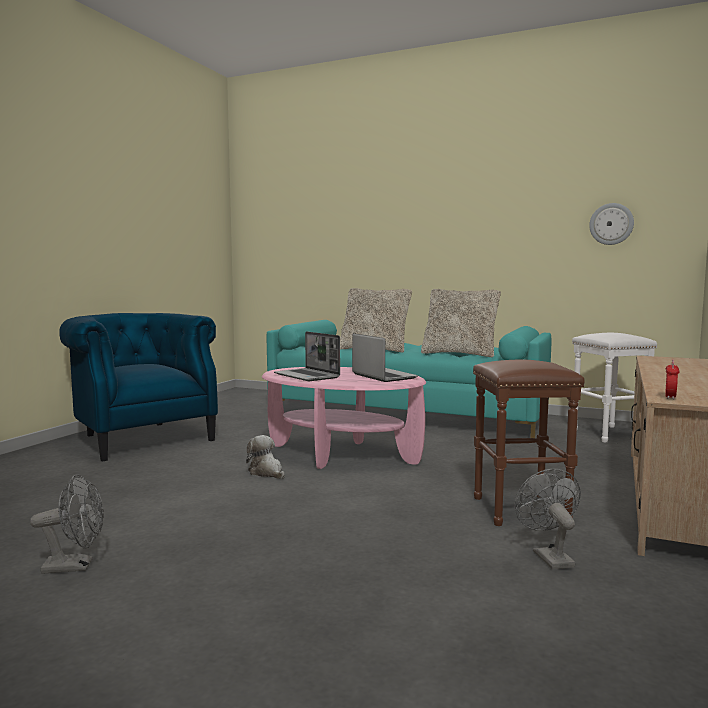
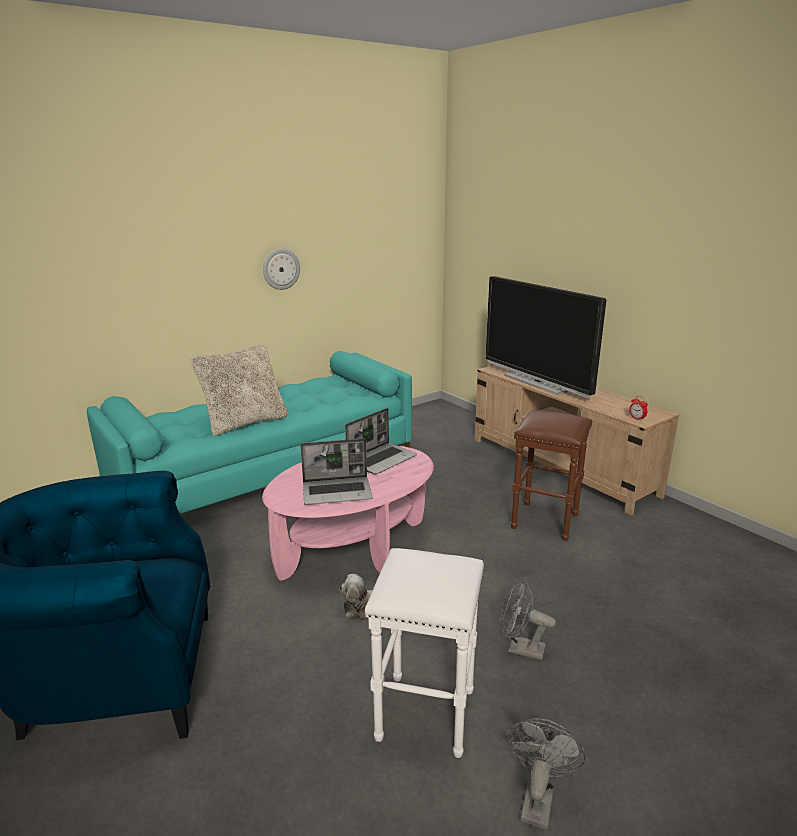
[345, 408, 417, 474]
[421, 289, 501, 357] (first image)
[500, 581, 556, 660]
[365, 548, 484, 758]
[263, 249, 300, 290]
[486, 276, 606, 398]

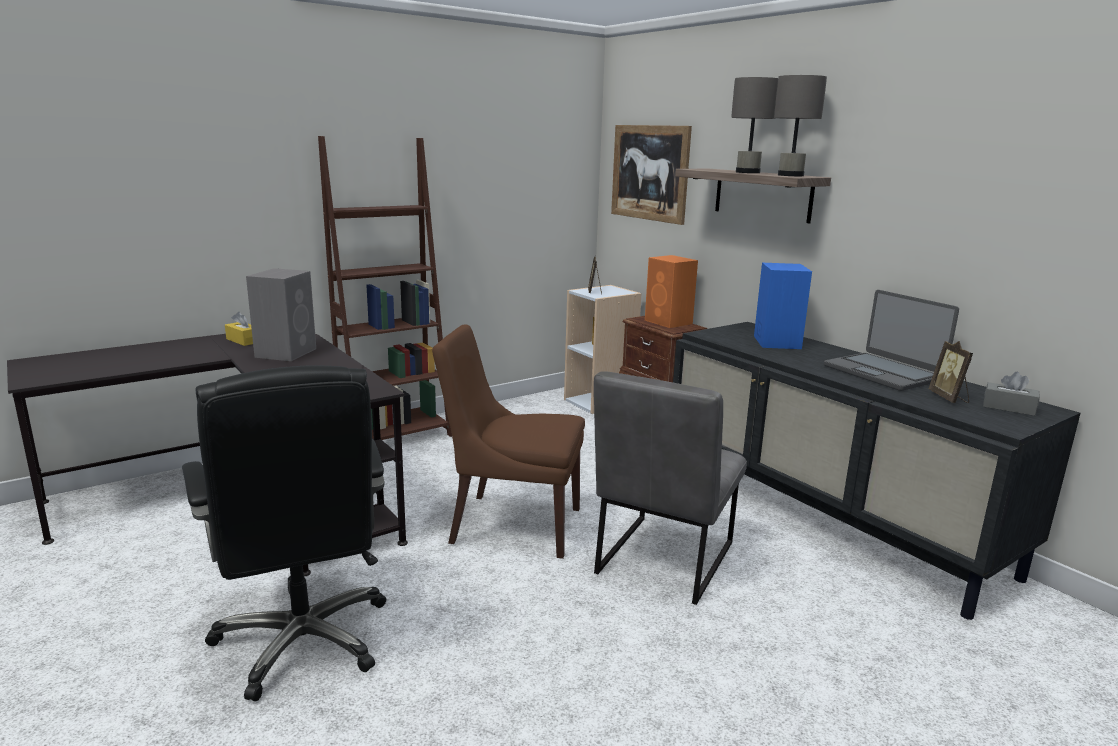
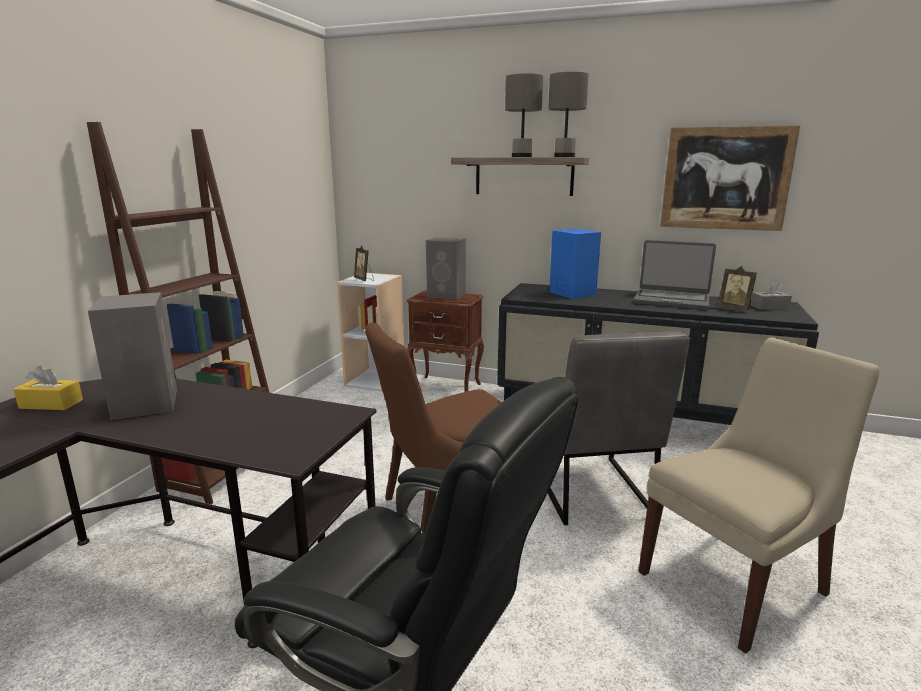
[660, 126, 800, 231]
[426, 237, 466, 300]
[639, 338, 879, 654]

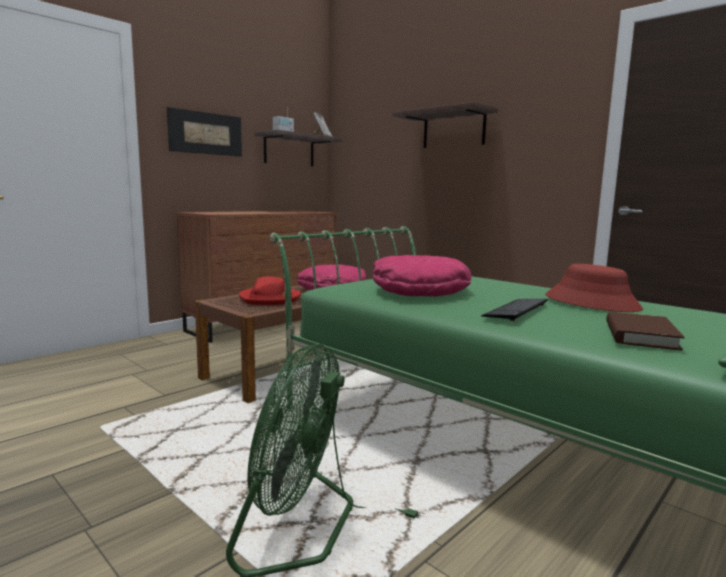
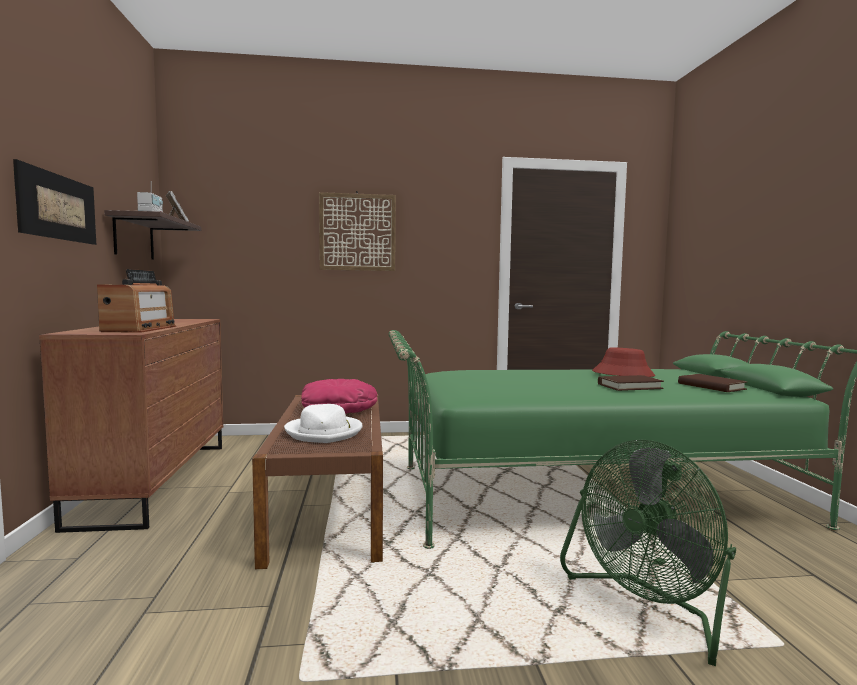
[284, 404, 363, 443]
[373, 255, 471, 296] (first image)
[319, 191, 396, 271]
[598, 375, 664, 391]
[97, 269, 176, 333]

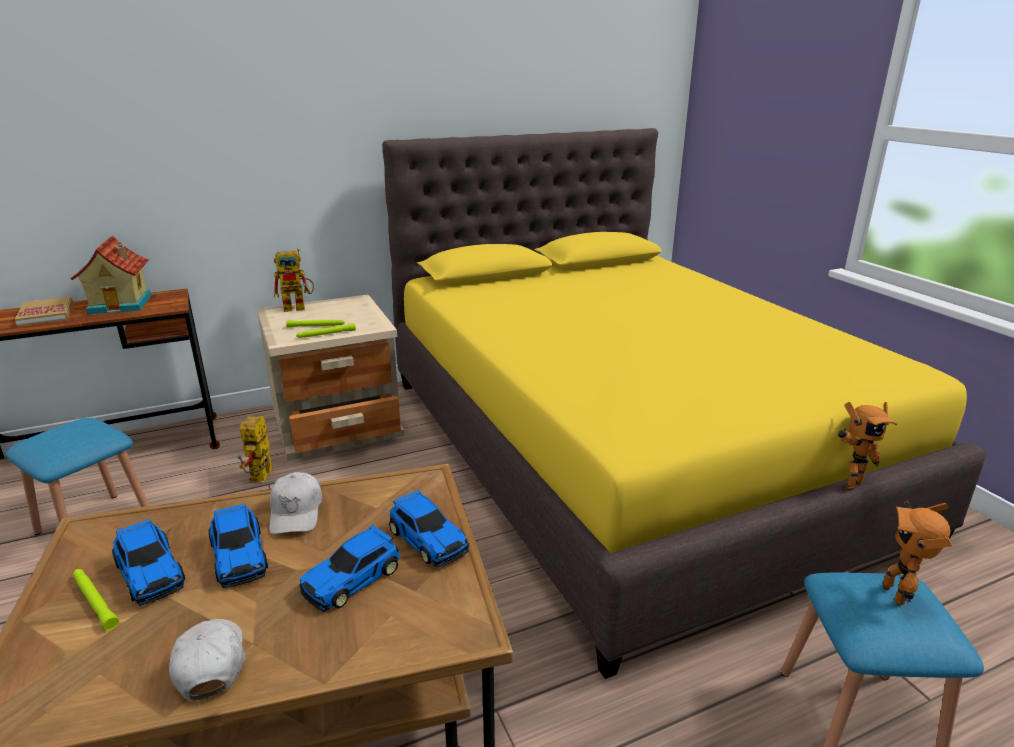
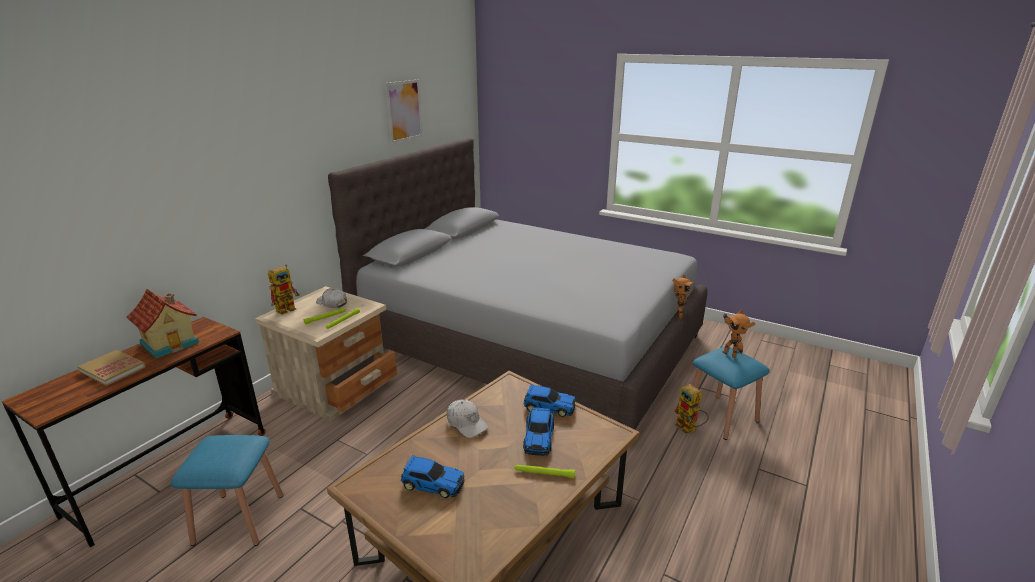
[514, 465, 575, 478]
[316, 288, 347, 308]
[209, 504, 268, 588] (first image)
[674, 384, 709, 434]
[328, 138, 708, 430]
[385, 80, 423, 143]

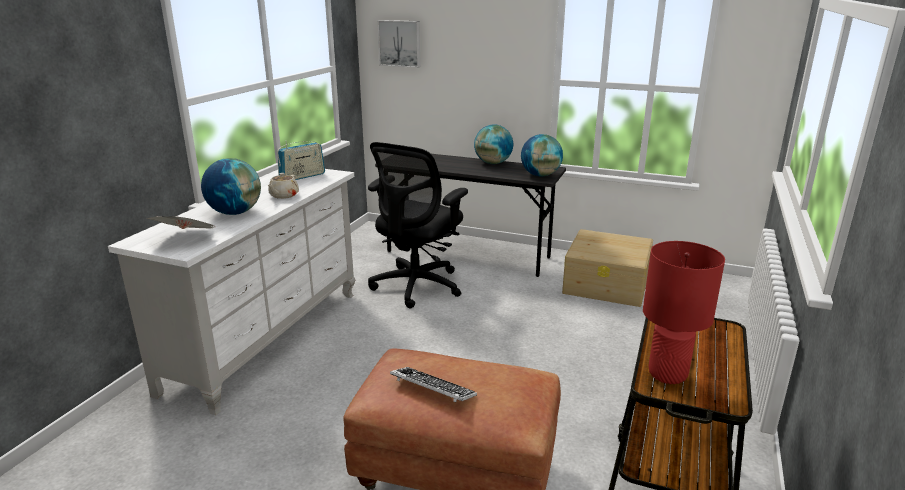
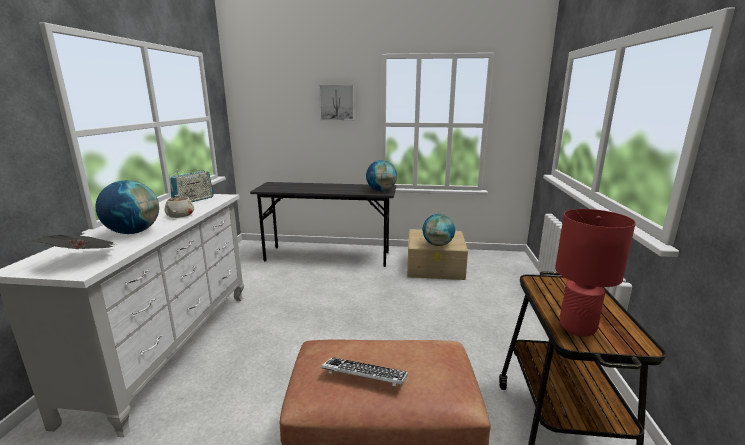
[368, 142, 468, 309] (first image)
[319, 85, 354, 121]
[422, 214, 455, 246]

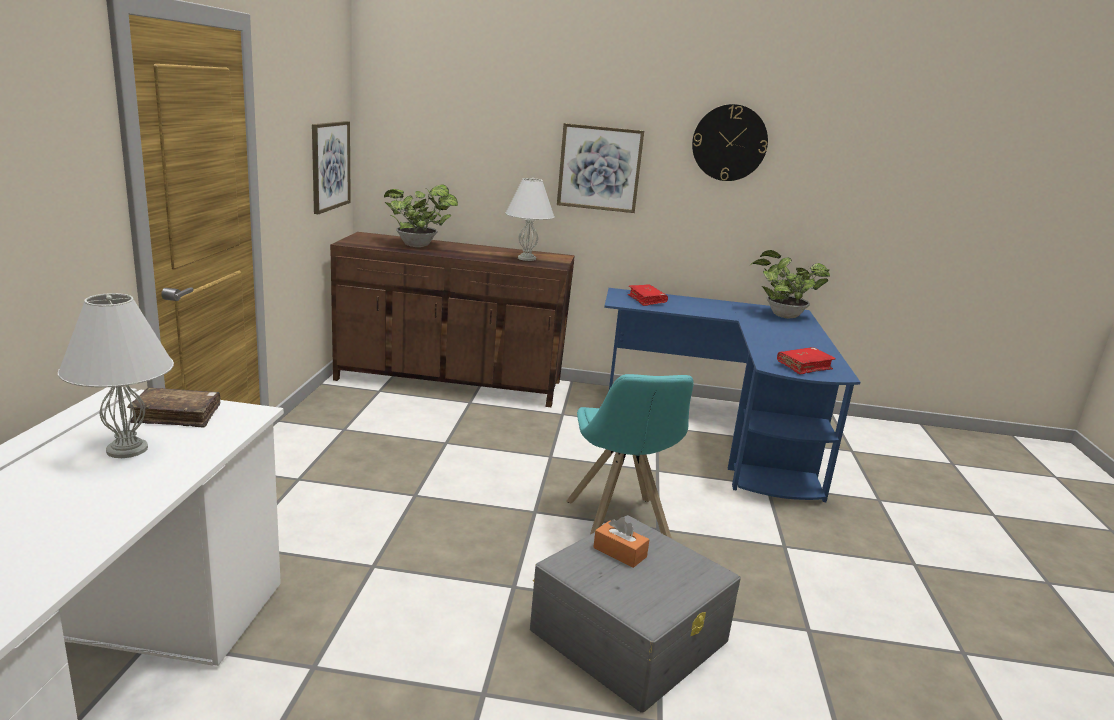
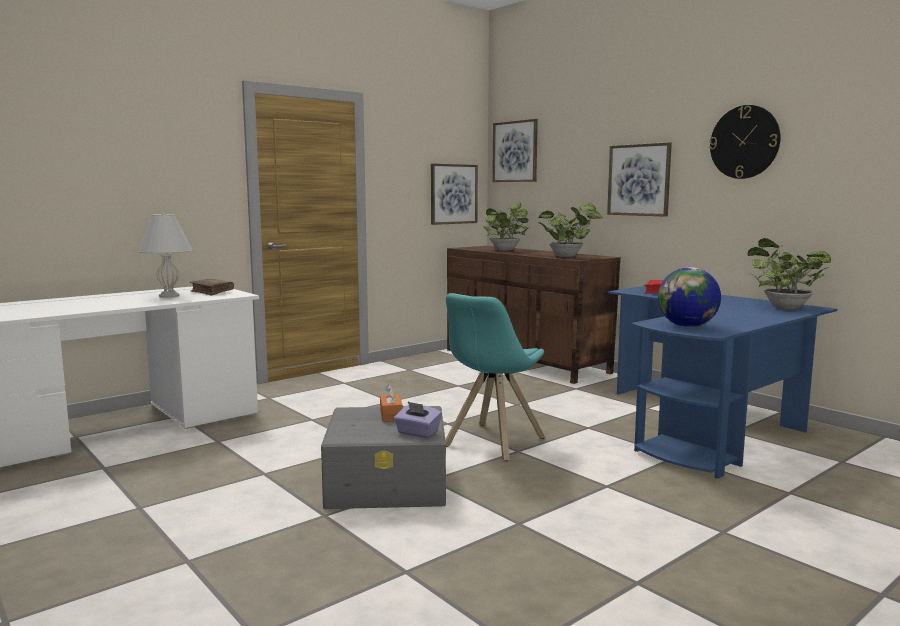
[538, 203, 603, 257]
[658, 267, 721, 327]
[394, 402, 442, 438]
[492, 119, 538, 182]

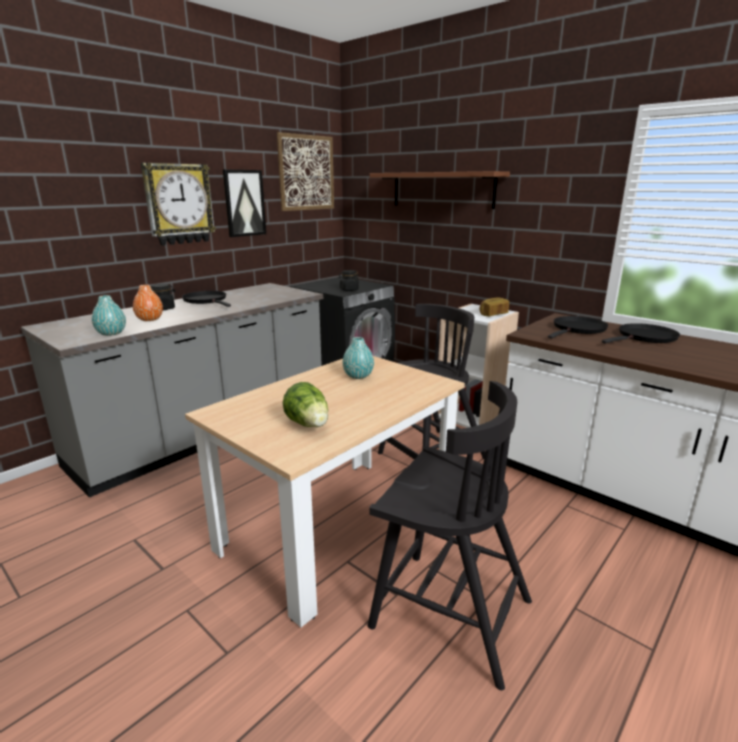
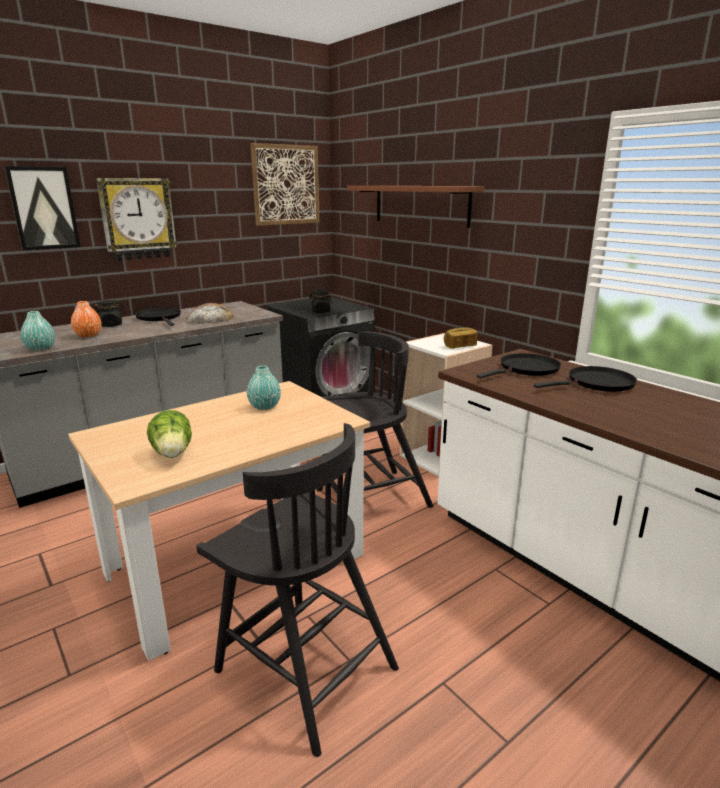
[4, 166, 80, 250]
[185, 303, 234, 324]

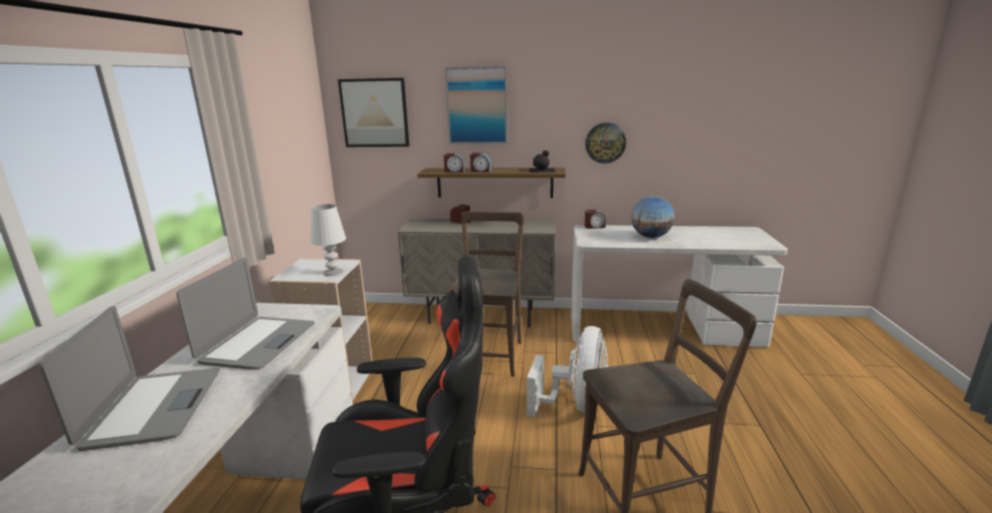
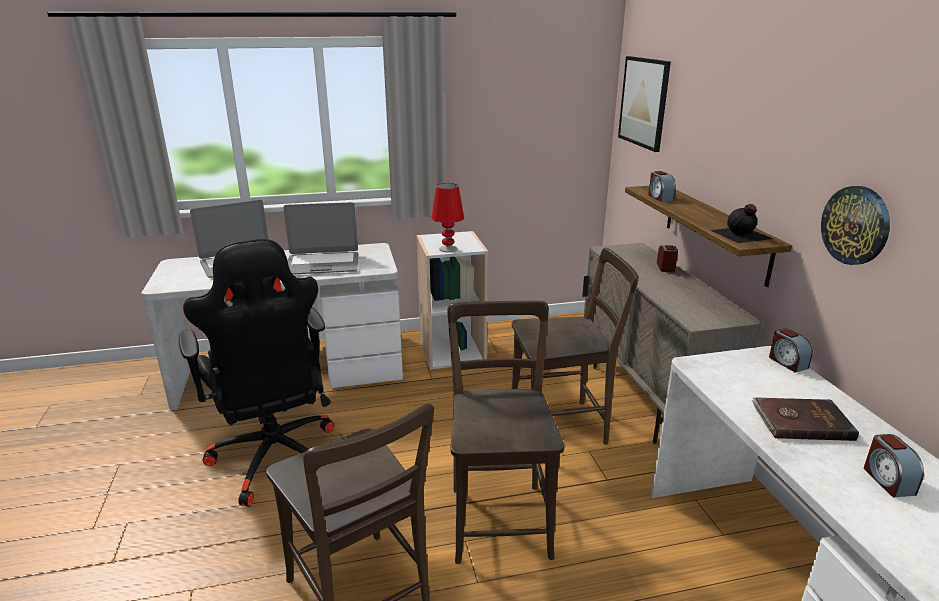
[432, 183, 464, 252]
[445, 66, 508, 144] (first image)
[864, 434, 924, 498]
[447, 301, 565, 564]
[752, 397, 859, 441]

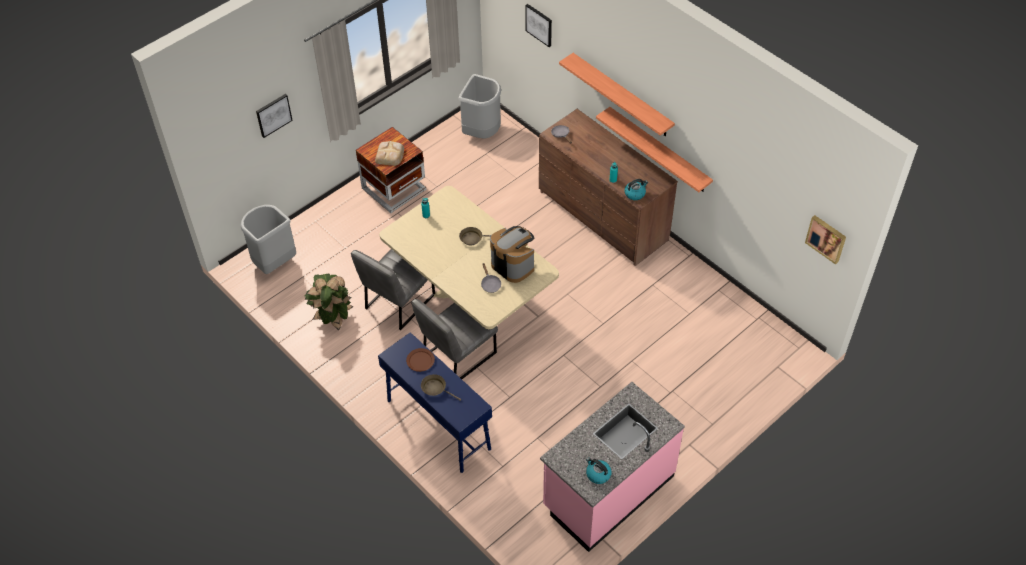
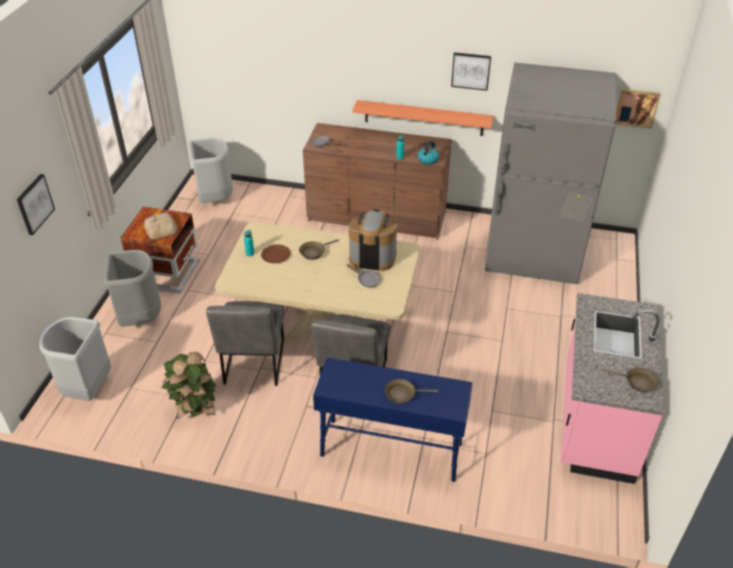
[261, 244, 291, 263]
[451, 53, 491, 91]
[559, 53, 675, 136] (first image)
[602, 367, 658, 392]
[104, 250, 161, 327]
[485, 62, 616, 284]

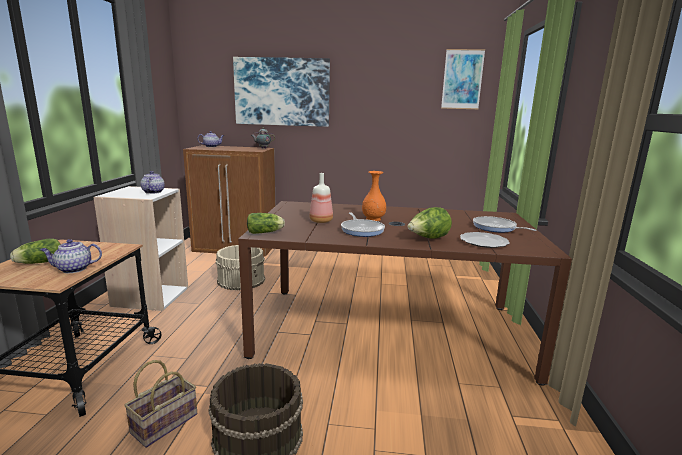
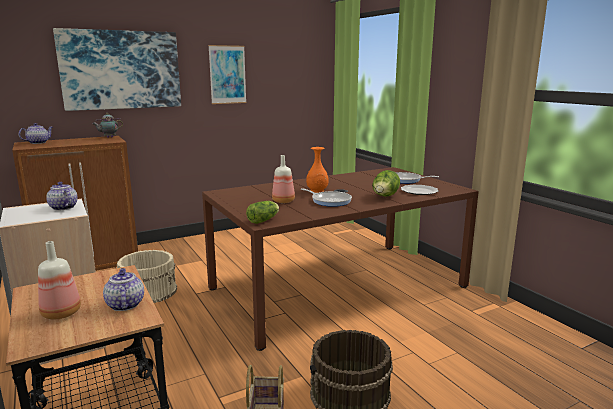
[38, 241, 81, 319]
[103, 268, 144, 311]
[208, 45, 247, 104]

